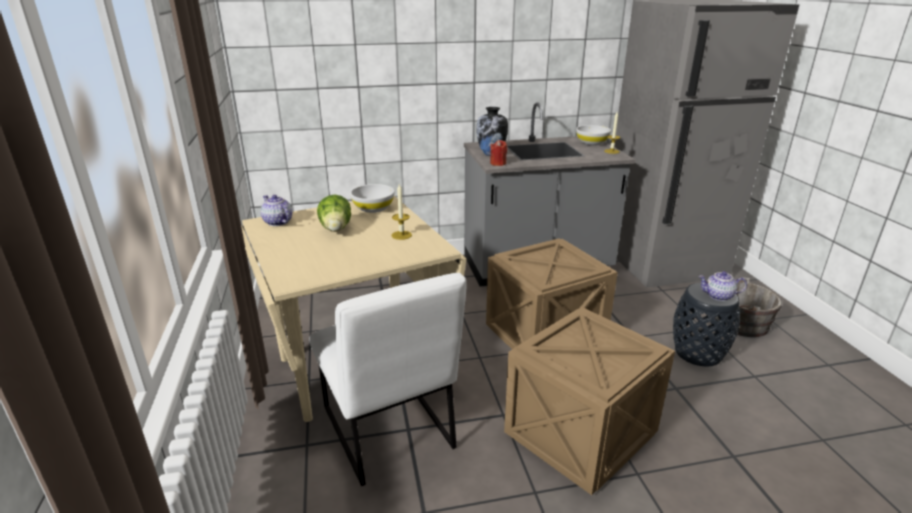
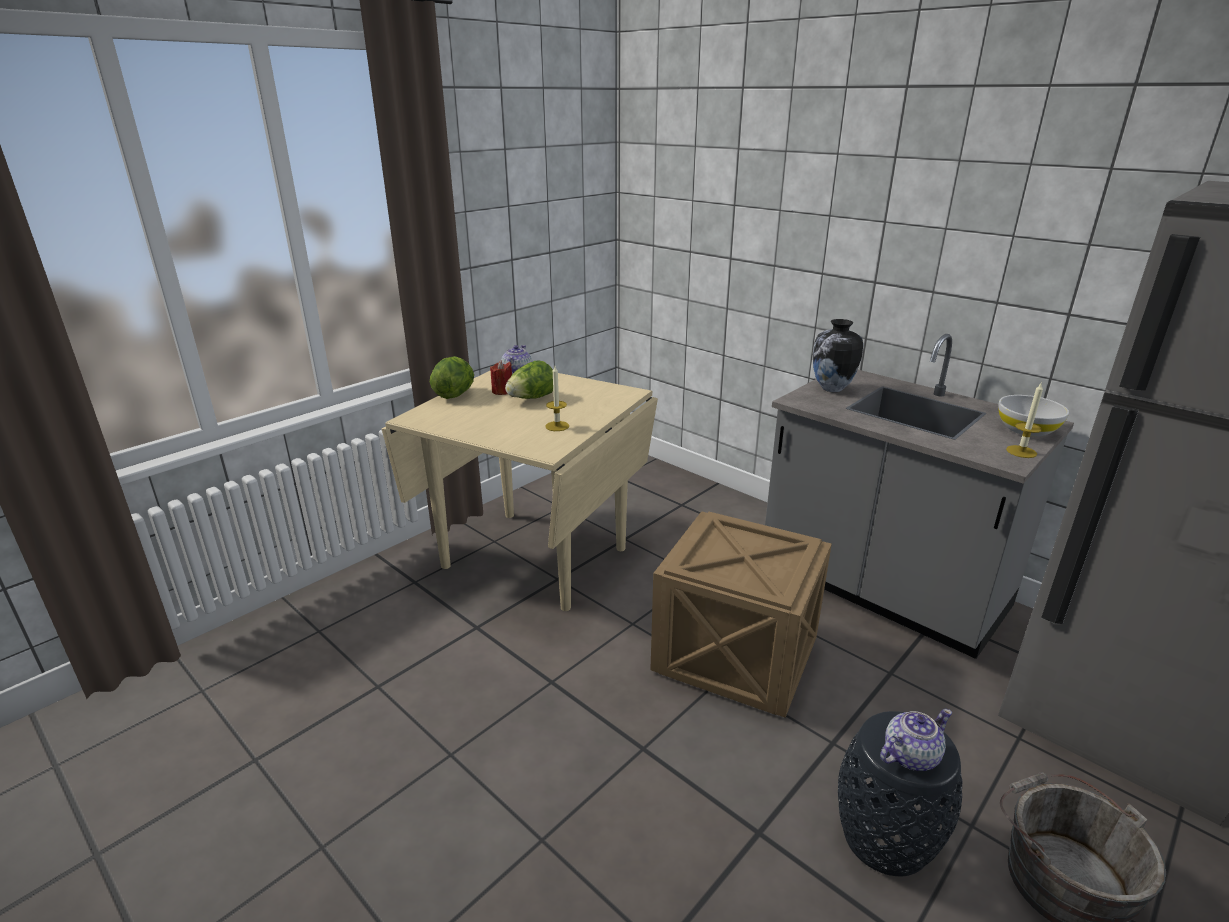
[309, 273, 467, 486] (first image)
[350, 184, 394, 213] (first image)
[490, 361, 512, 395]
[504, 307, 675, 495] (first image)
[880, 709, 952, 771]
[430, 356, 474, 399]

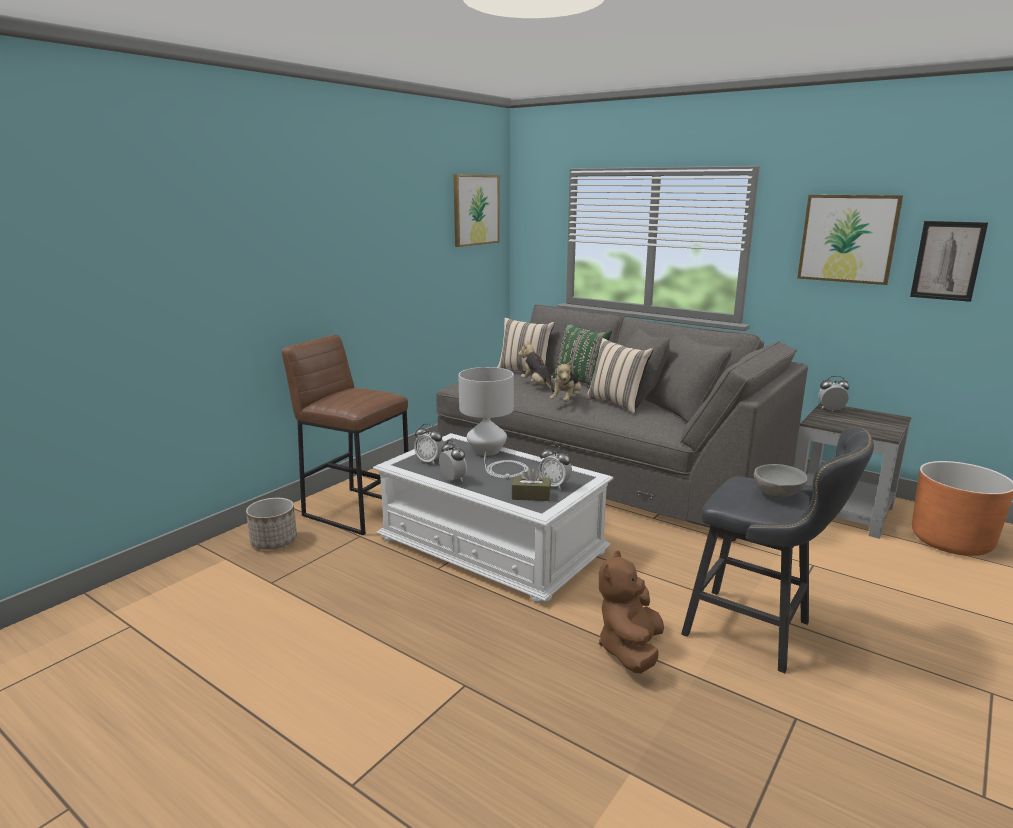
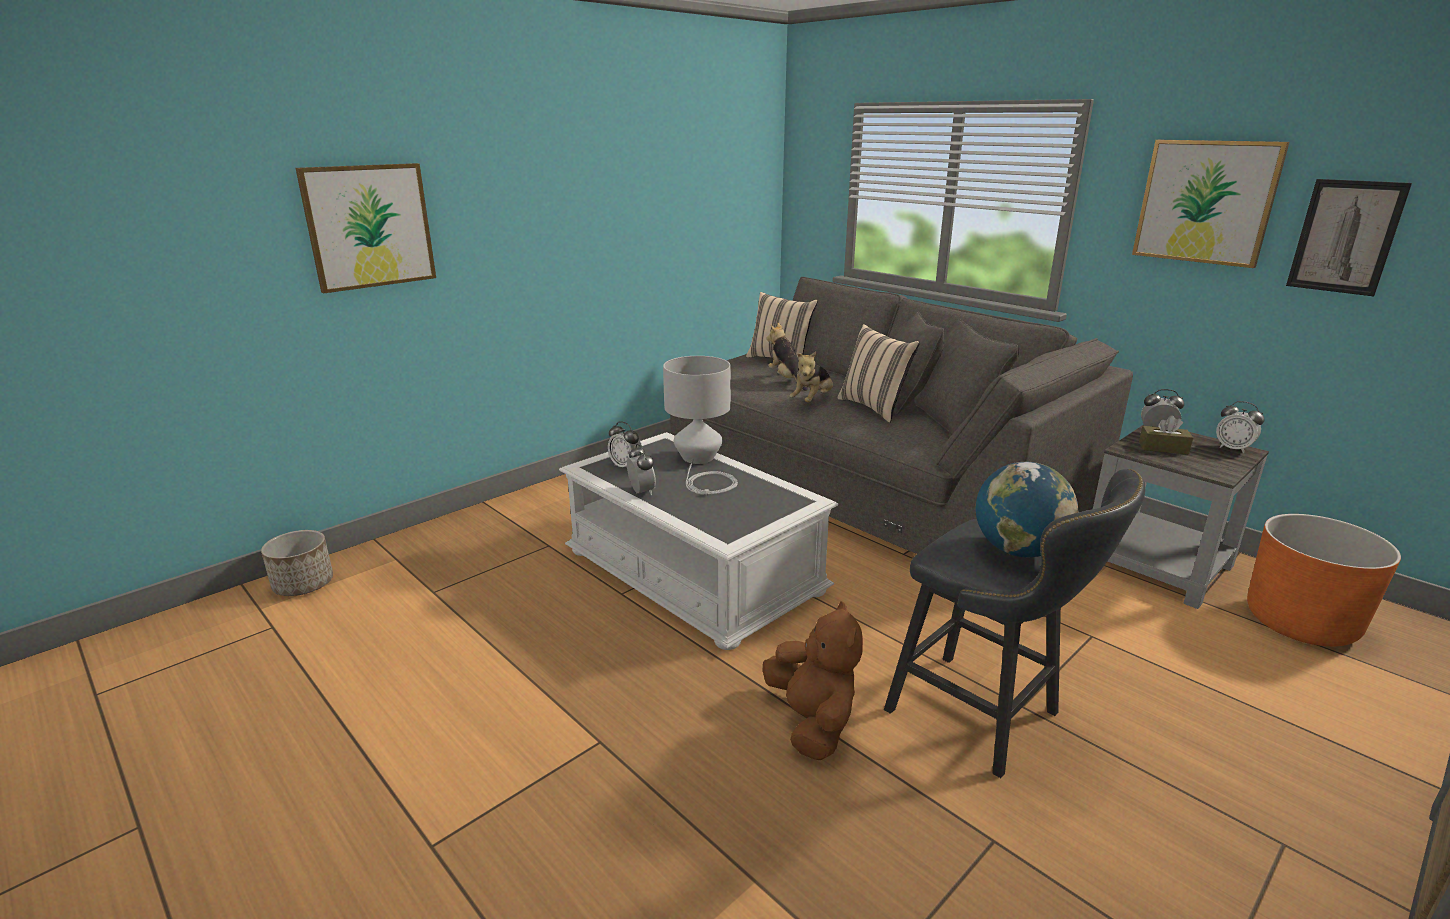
[261, 530, 333, 596]
[282, 335, 408, 535] (first image)
[295, 163, 436, 293]
[1139, 415, 1193, 454]
[1216, 401, 1265, 453]
[552, 323, 612, 386] (first image)
[763, 601, 863, 760]
[976, 462, 1078, 557]

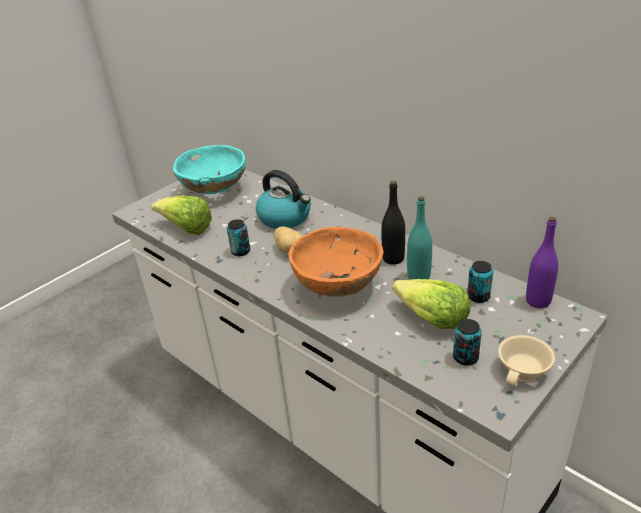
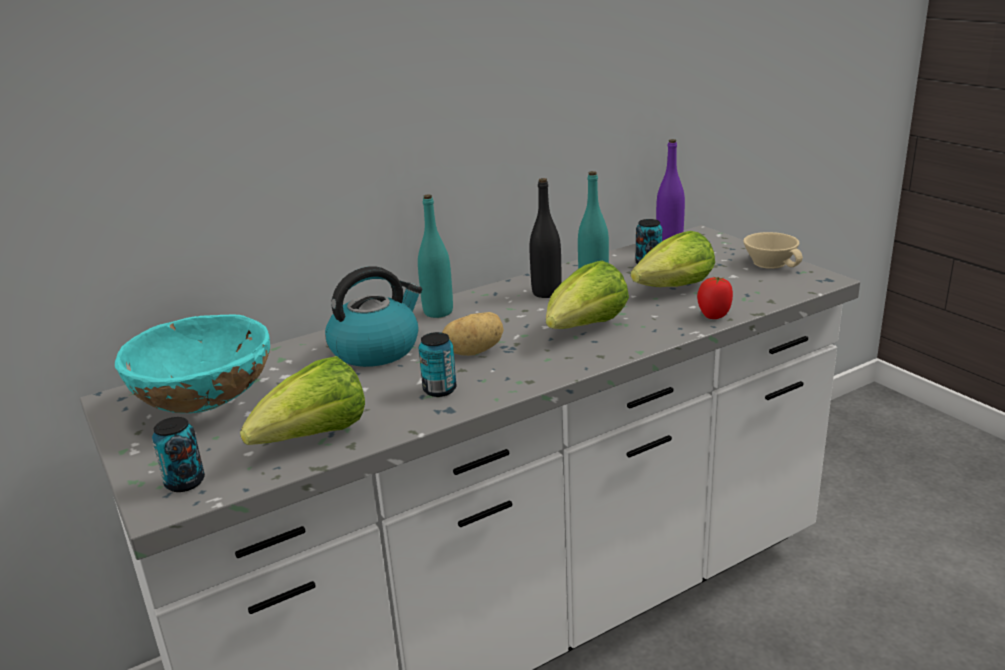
[546, 260, 629, 329]
[152, 417, 205, 492]
[418, 194, 453, 318]
[697, 277, 733, 319]

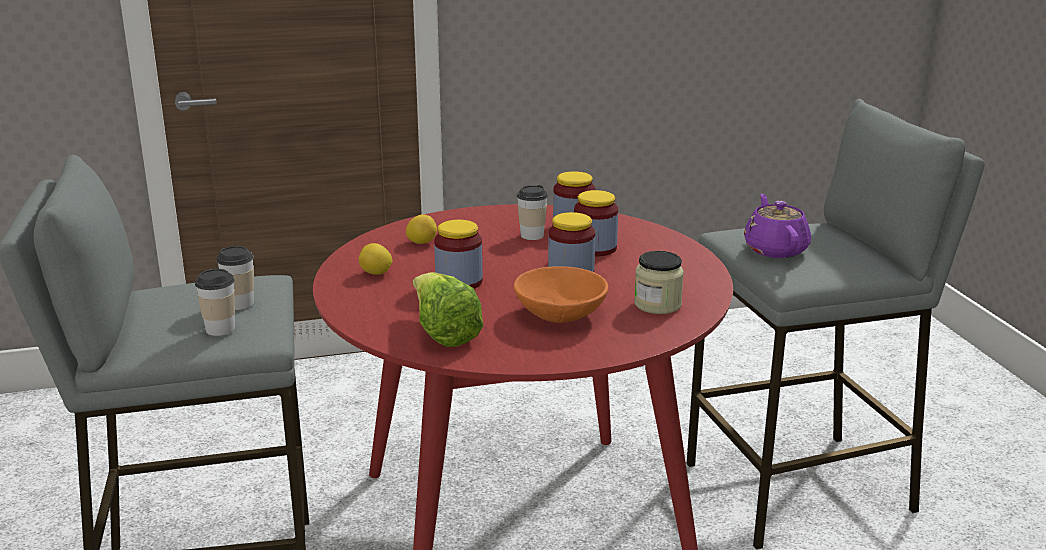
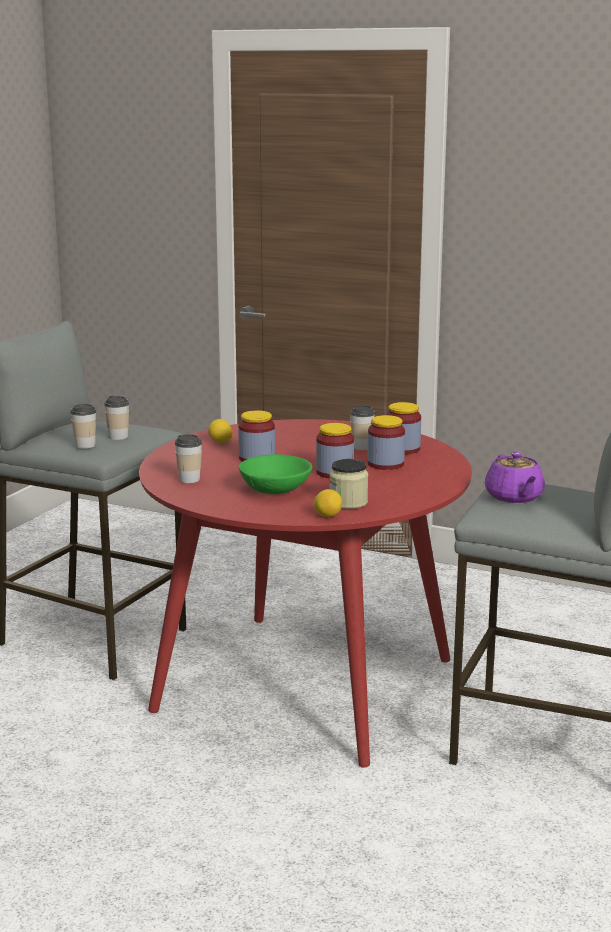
[314, 489, 342, 517]
[175, 434, 202, 483]
[239, 454, 312, 494]
[485, 452, 545, 503]

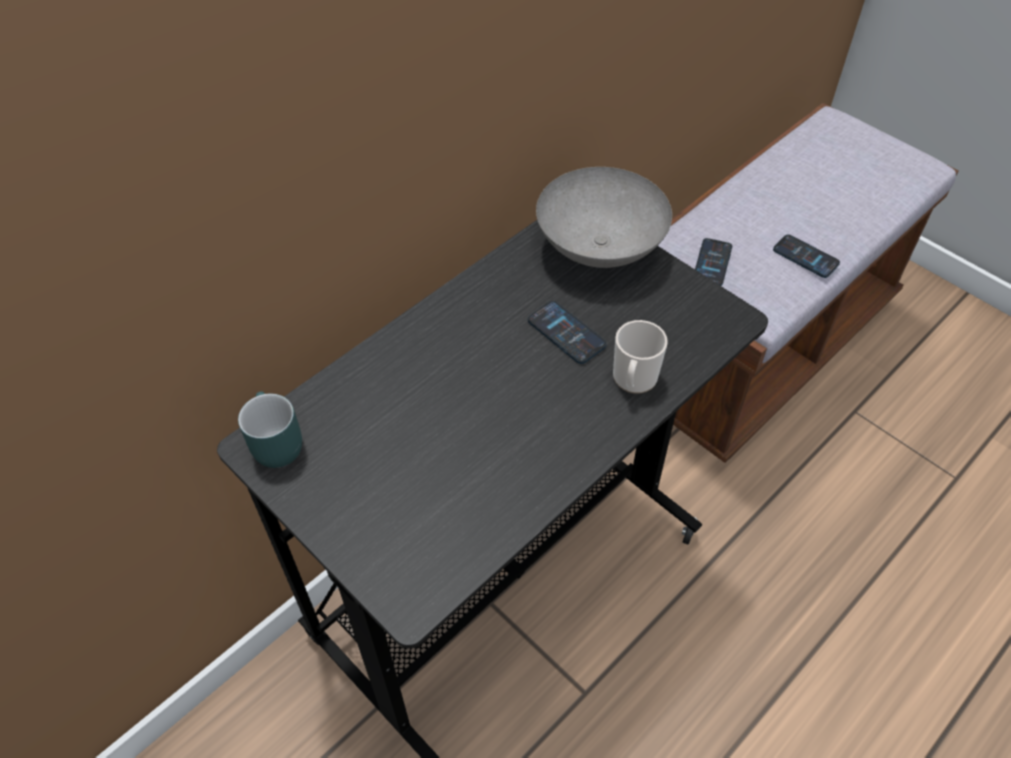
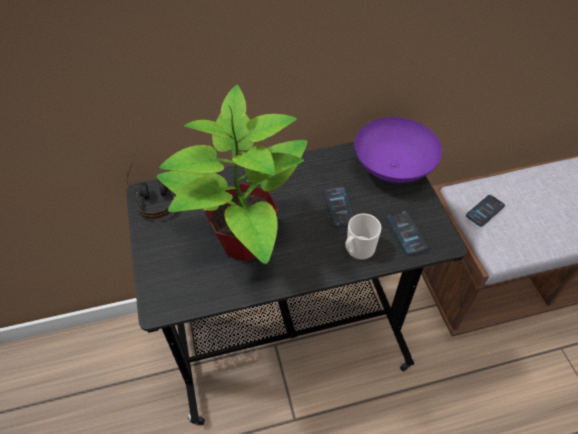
[127, 163, 175, 219]
[354, 117, 442, 183]
[385, 210, 429, 256]
[157, 85, 308, 264]

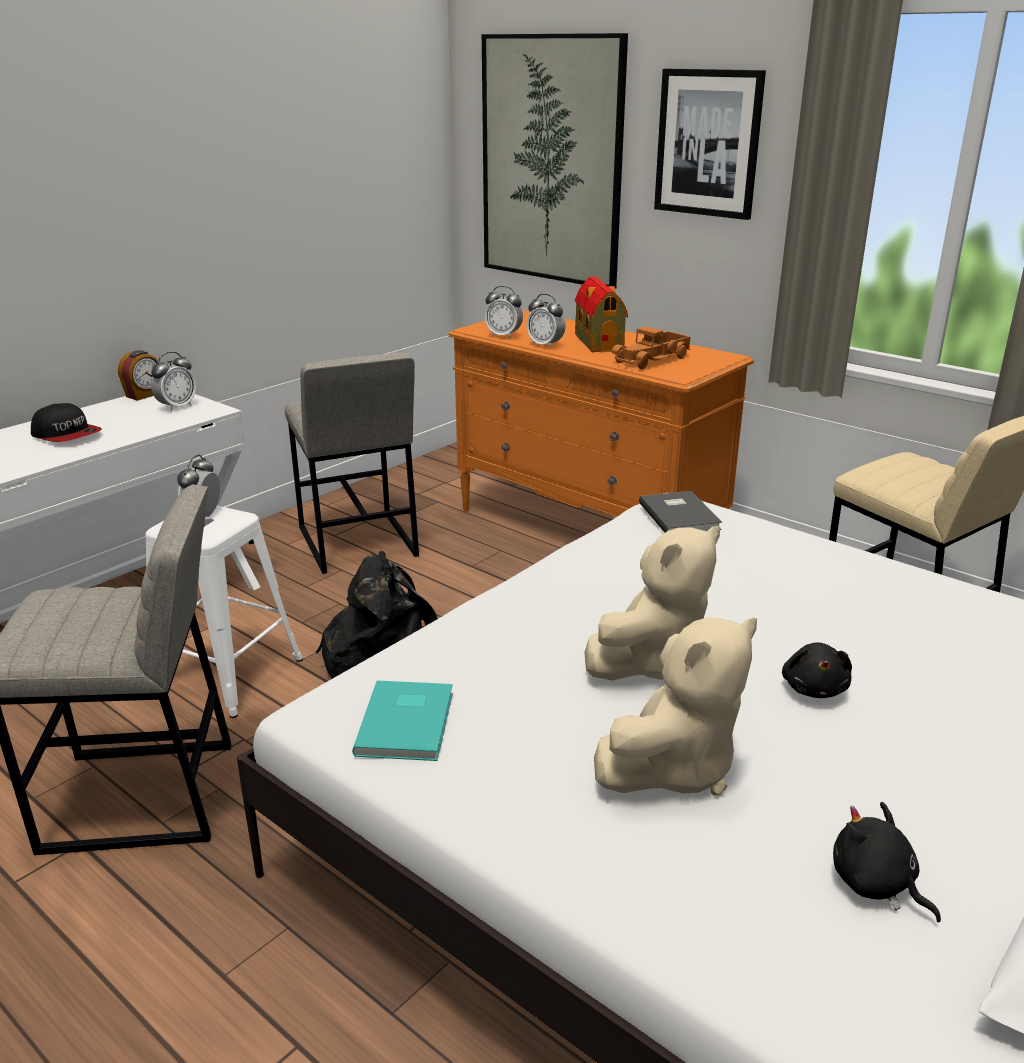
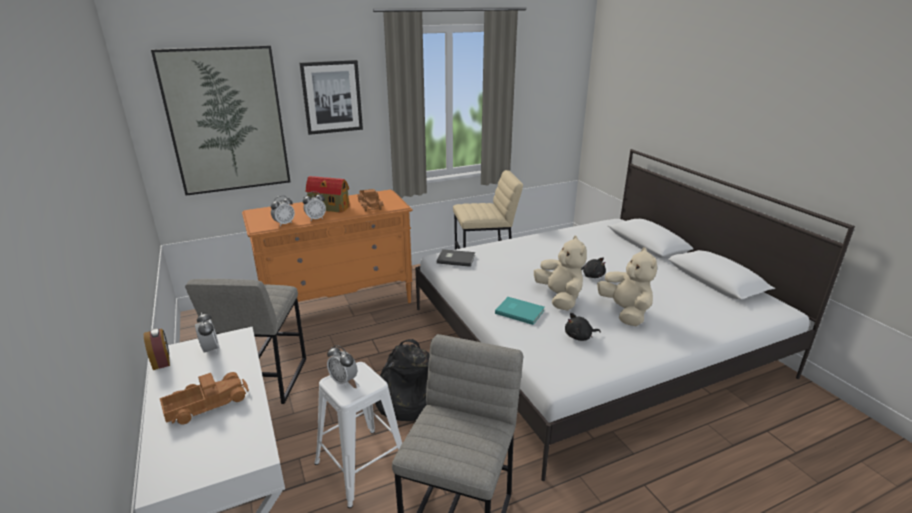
[160, 372, 249, 424]
[185, 279, 306, 404]
[495, 297, 545, 325]
[565, 313, 601, 341]

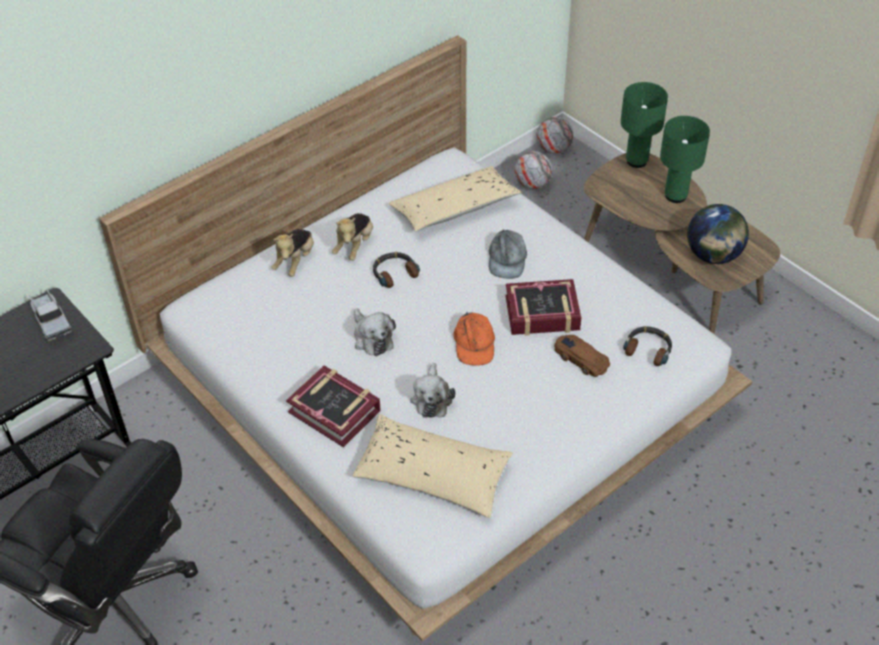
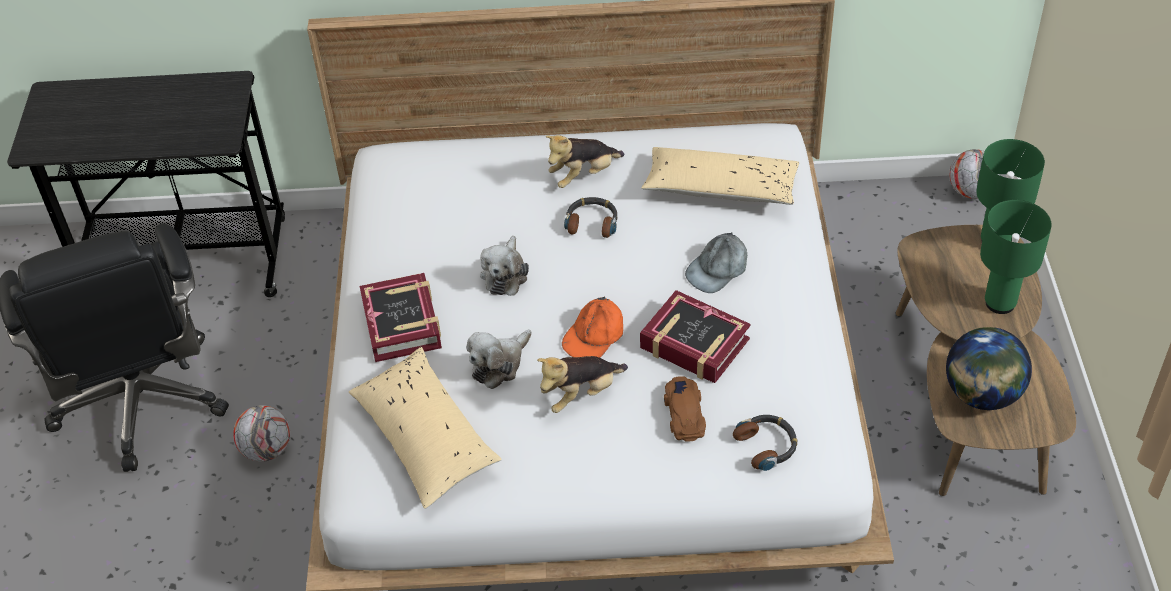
[29, 289, 72, 341] (first image)
[537, 356, 628, 413]
[233, 405, 290, 462]

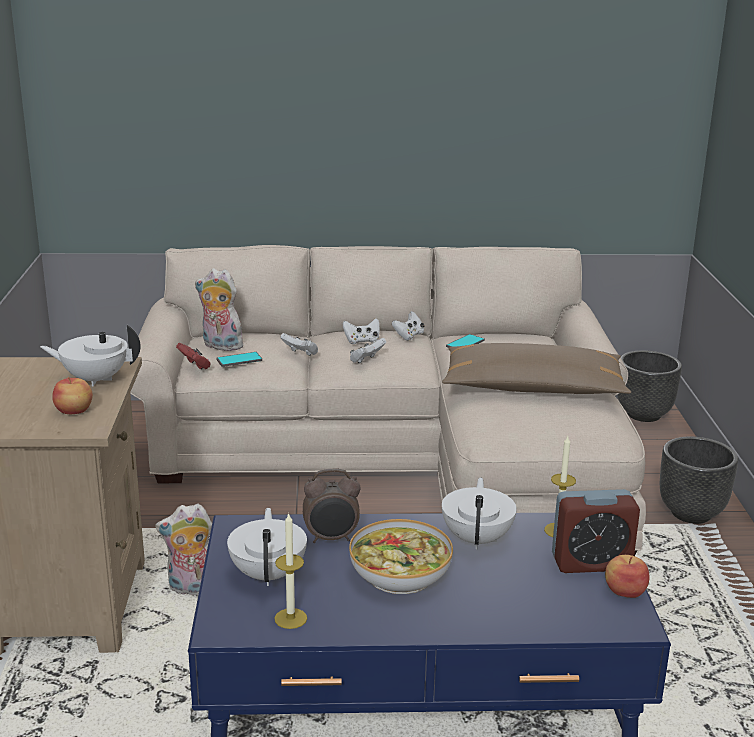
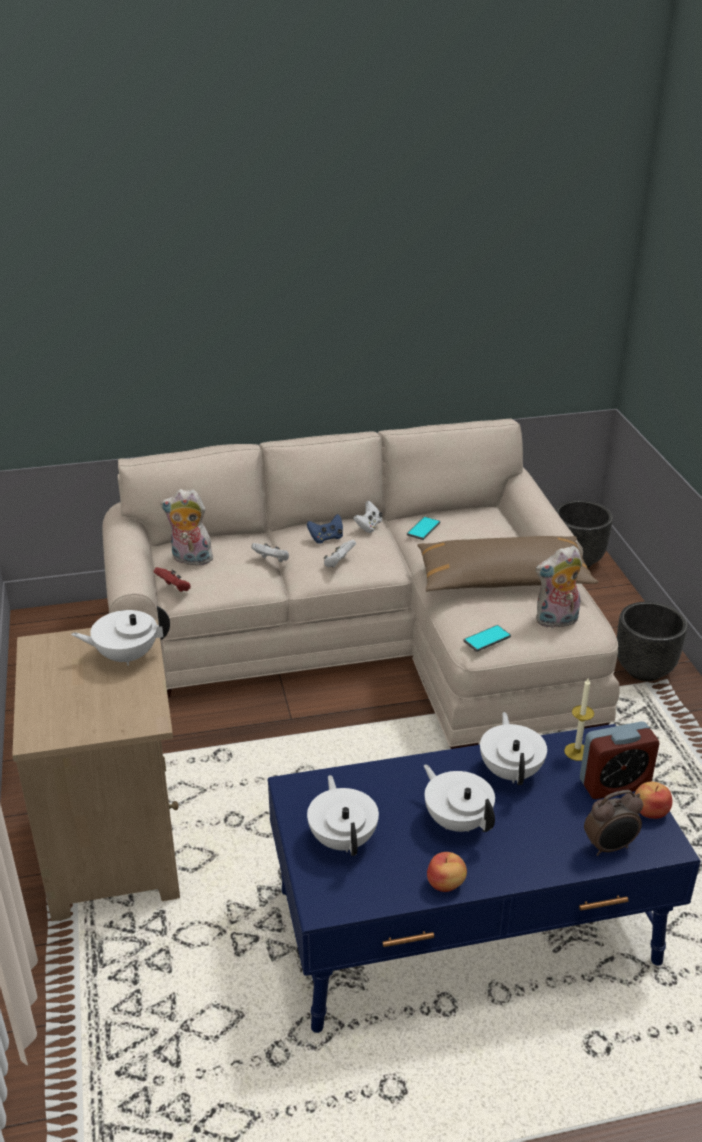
[427, 852, 467, 892]
[535, 546, 582, 628]
[463, 625, 511, 652]
[274, 512, 307, 629] (first image)
[584, 790, 643, 856]
[307, 514, 343, 544]
[424, 764, 495, 832]

